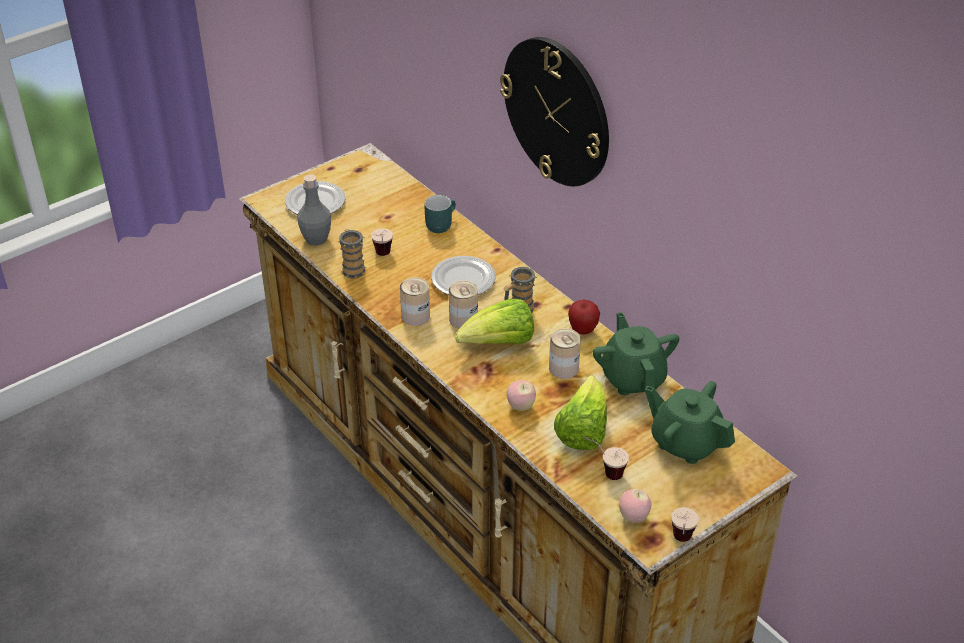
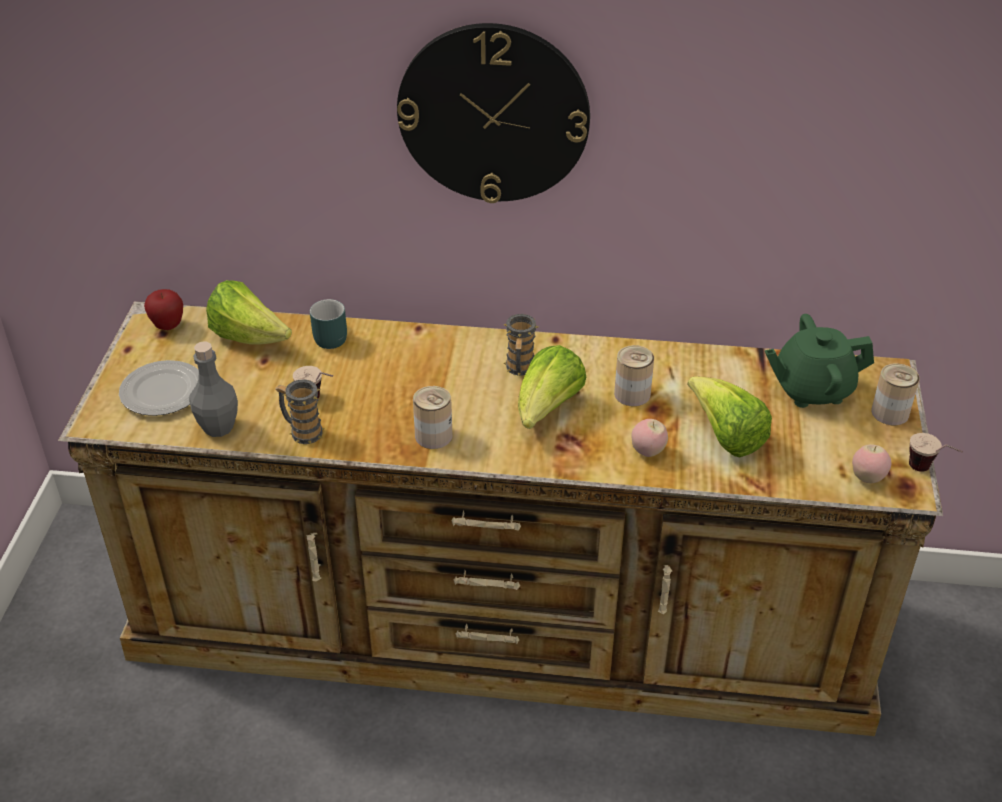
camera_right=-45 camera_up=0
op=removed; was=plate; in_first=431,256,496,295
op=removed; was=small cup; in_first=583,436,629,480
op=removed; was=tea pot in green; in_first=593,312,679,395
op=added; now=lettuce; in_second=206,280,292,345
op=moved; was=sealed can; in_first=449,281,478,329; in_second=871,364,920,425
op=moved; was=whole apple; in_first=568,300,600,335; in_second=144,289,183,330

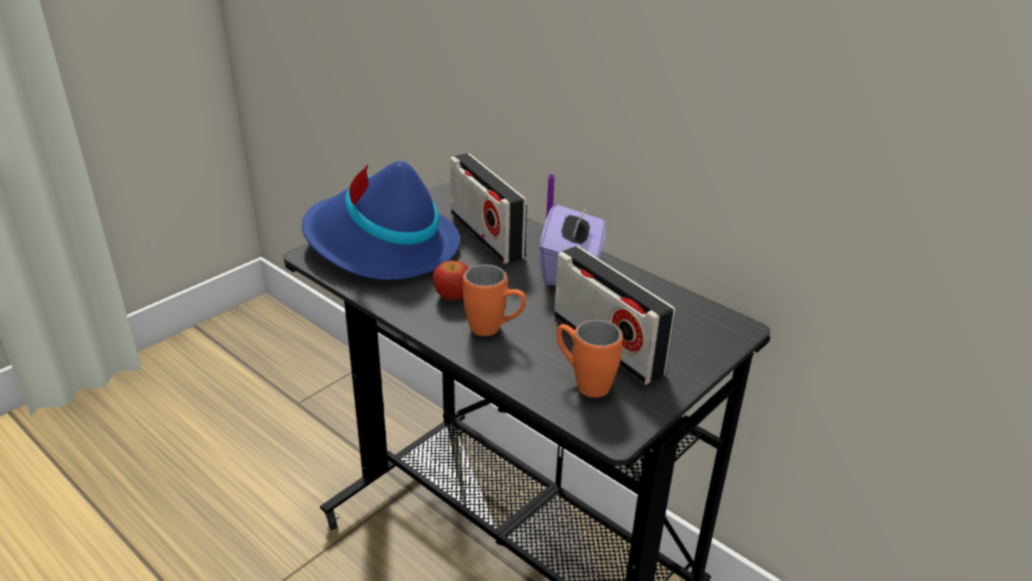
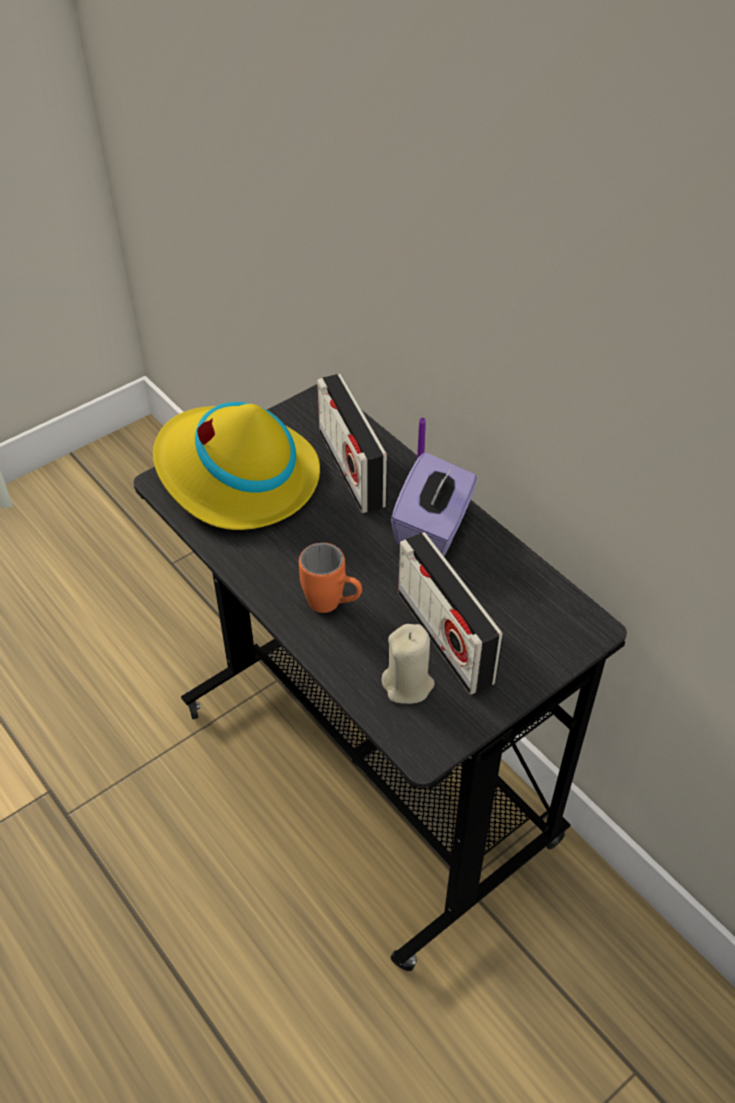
camera_right=10 camera_up=15
op=removed; was=whole apple; in_first=433,261,469,300
op=replaced; was=tea mug in orange-coloured; now=wax candle in beige; in_first=556,319,623,398; in_second=381,624,435,704
op=recoloured; was=wearable hat in blue-coloured; now=wearable hat in yellow; in_first=302,161,459,280; in_second=153,402,320,530

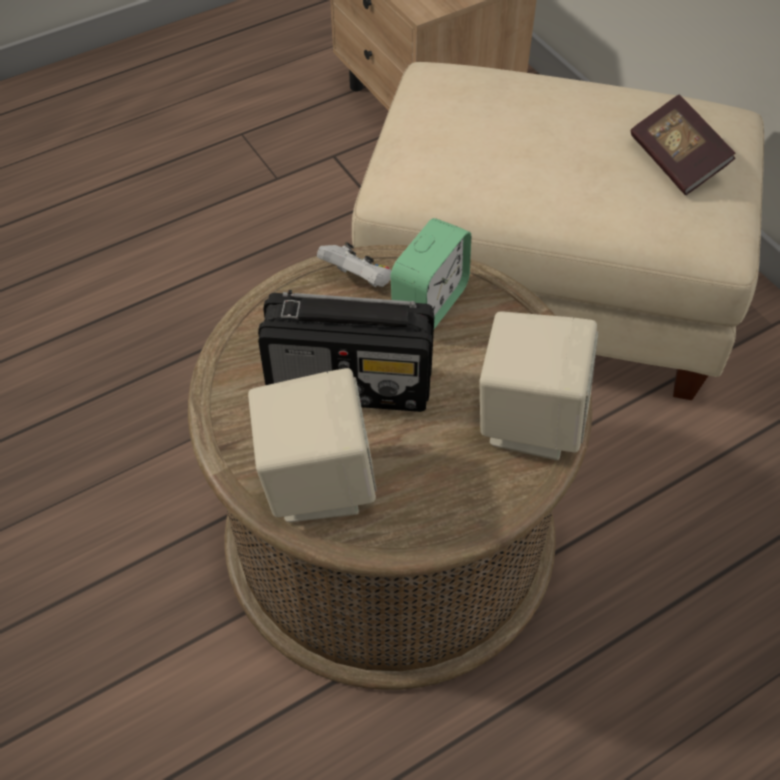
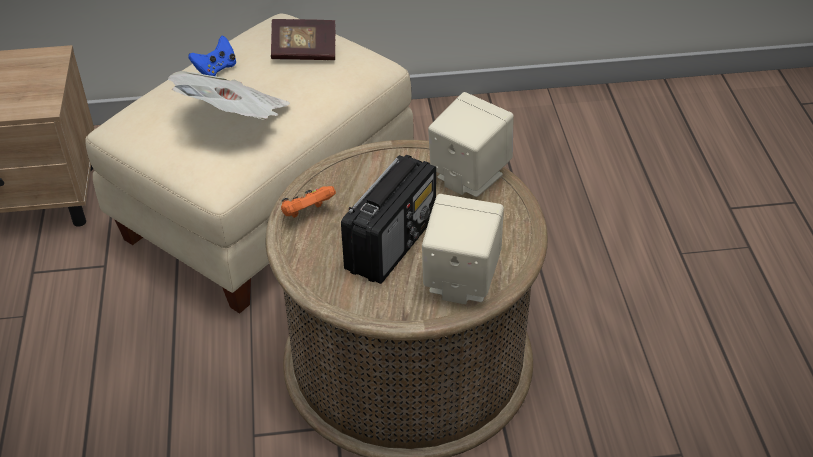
camera_right=-65 camera_up=-10
op=removed; was=bedside clock; in_first=391,218,471,329
op=added; now=newspaper; in_second=168,71,290,119
op=added; now=gamepad in blue-coloured; in_second=188,36,236,76
op=recoloured; was=gamepad in white; now=gamepad in orange-coloured; in_first=317,242,391,287; in_second=281,186,336,218

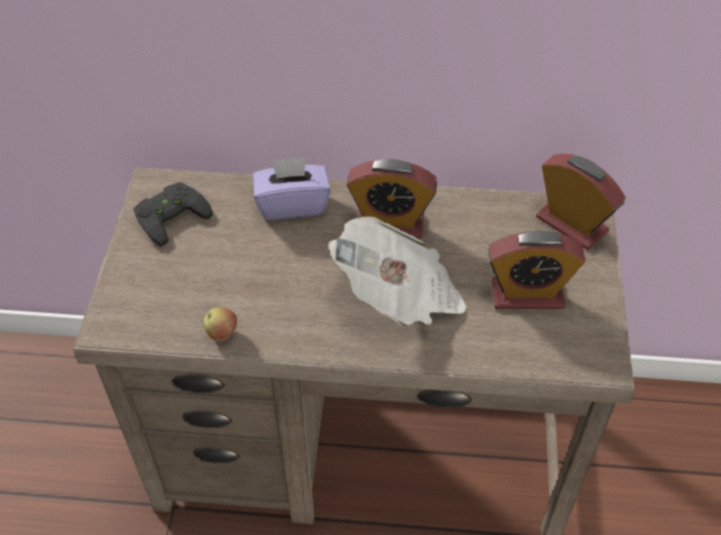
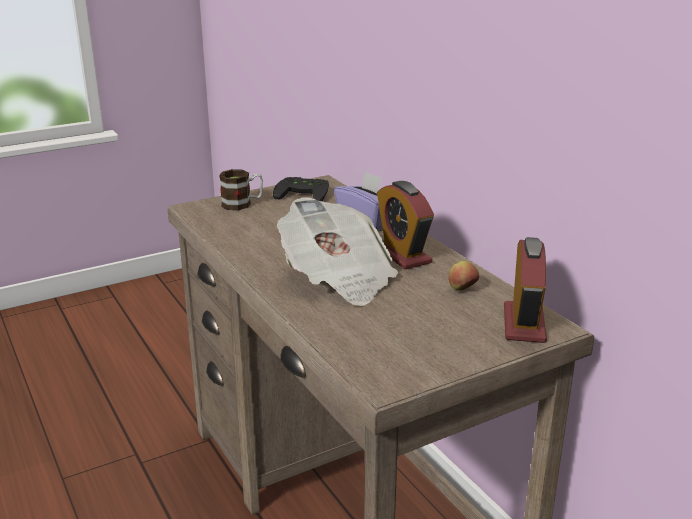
camera_right=55 camera_up=-25
op=removed; was=bedside clock; in_first=488,230,586,309
op=added; now=tea mug; in_second=219,169,263,210
op=moved; was=whole apple; in_first=204,307,237,342; in_second=449,261,479,291

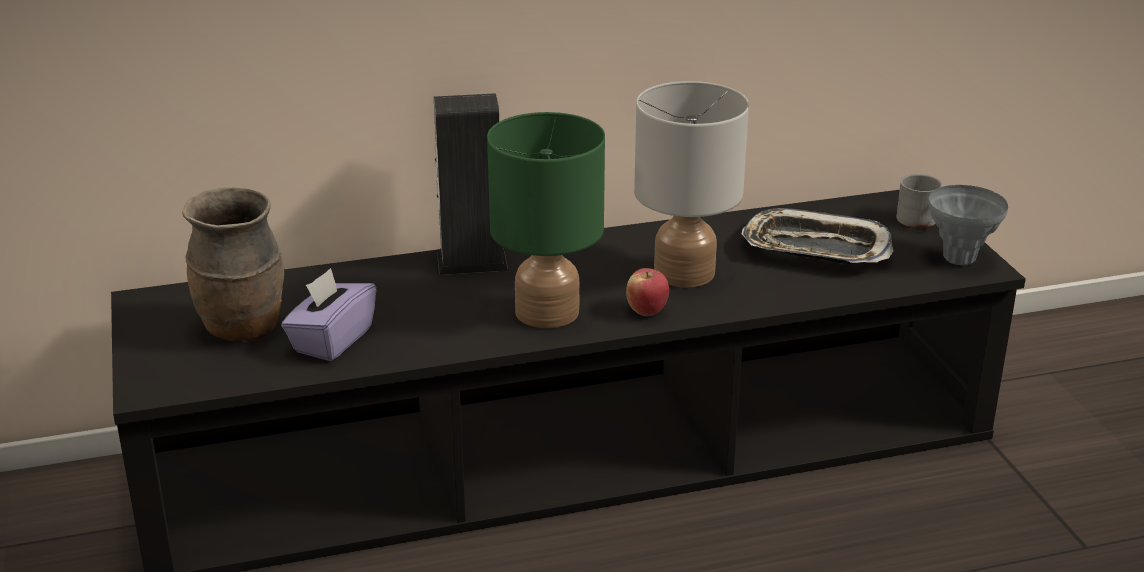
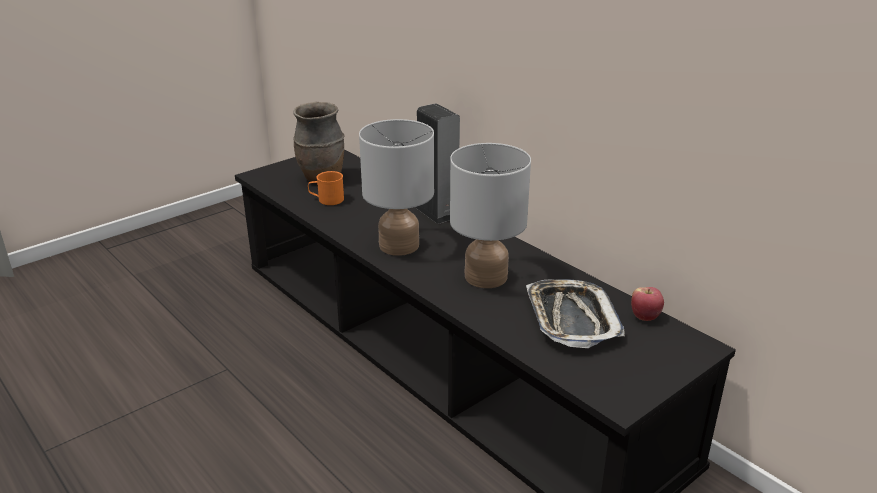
camera_right=65 camera_up=0
op=removed; was=tea mug in greyish; in_first=897,174,943,228
op=removed; was=decorative vase in greyish; in_first=928,185,1008,265
op=moved; was=whole apple; in_first=626,268,669,316; in_second=631,287,664,321
op=replaced; was=tissue box in purple-coloured; now=tea mug in orange-coloured; in_first=281,268,376,361; in_second=308,171,344,205
op=recoloured; was=tabletop lamp in green; now=tabletop lamp in greyish; in_first=487,112,605,328; in_second=359,119,434,256

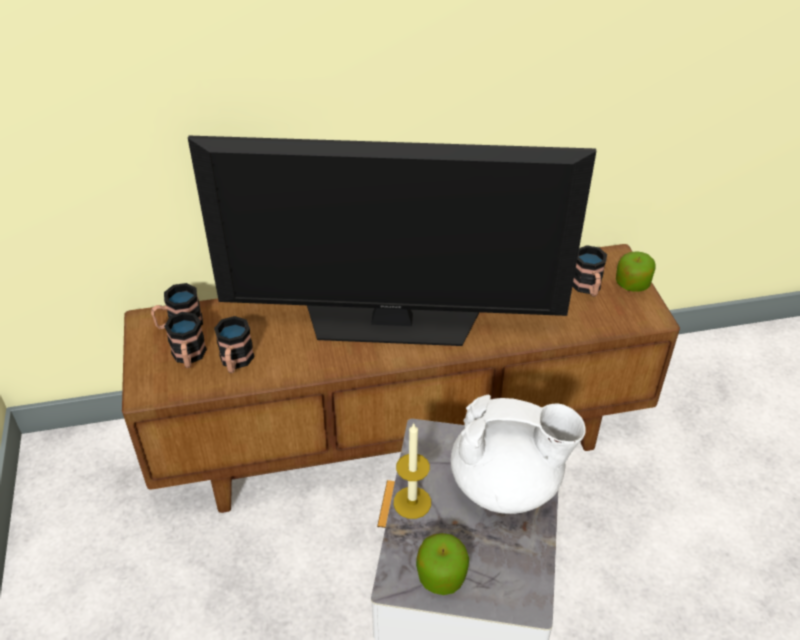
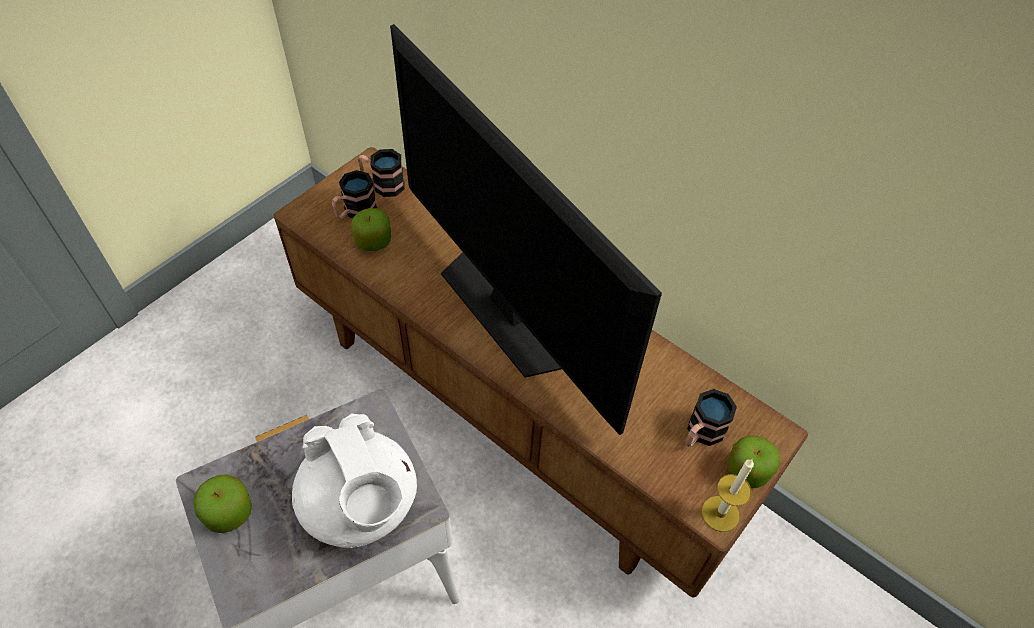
camera_right=50 camera_up=10
op=moved; was=wax candle; in_first=394,423,431,519; in_second=702,459,754,532
op=replaced; was=tea mug; now=whole apple; in_first=214,316,255,373; in_second=351,208,391,251

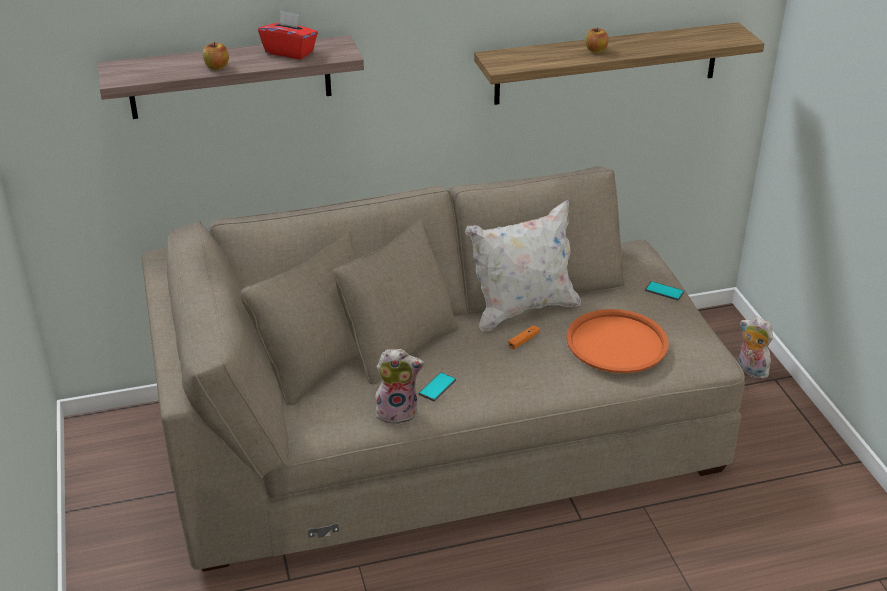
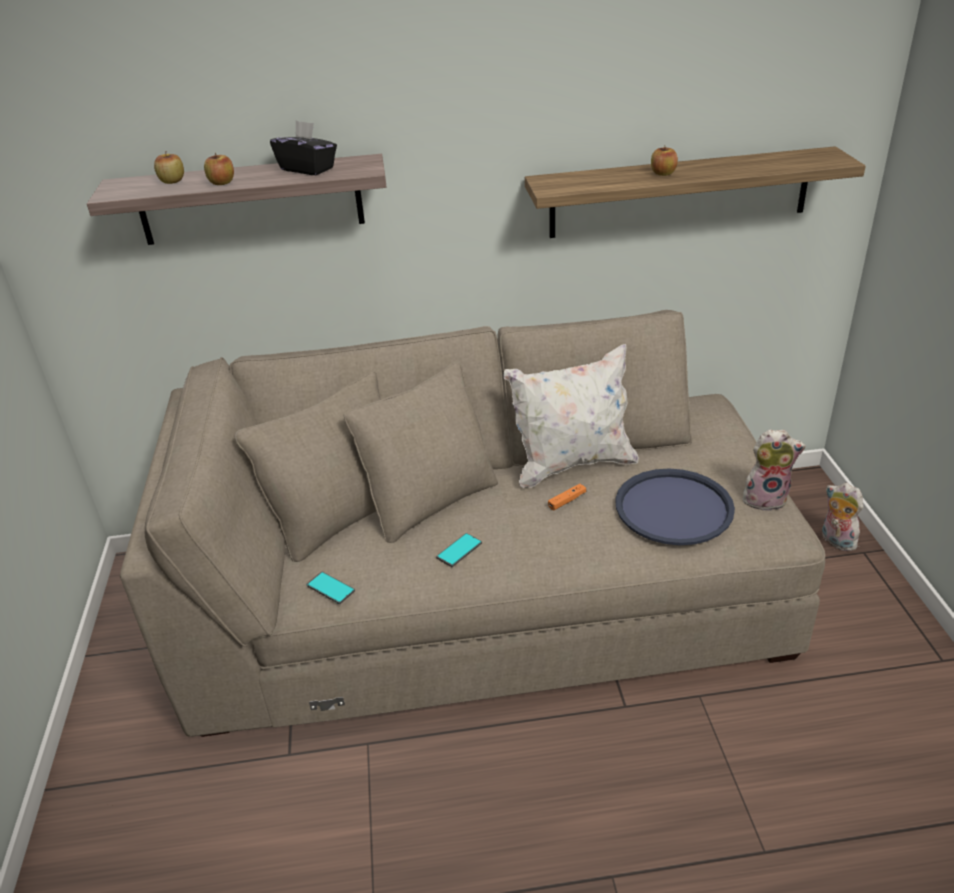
camera_right=10 camera_up=0
op=added; now=whole apple; in_second=154,152,184,184
op=moved; was=cuddly toy; in_first=375,349,424,424; in_second=743,429,806,511
op=moved; was=telephone; in_first=645,281,684,301; in_second=306,572,355,604
op=recoloured; was=tissue box in red-coloured; now=tissue box in blackish; in_first=258,11,318,60; in_second=270,120,337,175
op=recoloured; was=serving tray in orange-coloured; now=serving tray in blue-coloured; in_first=566,309,669,373; in_second=615,469,735,545

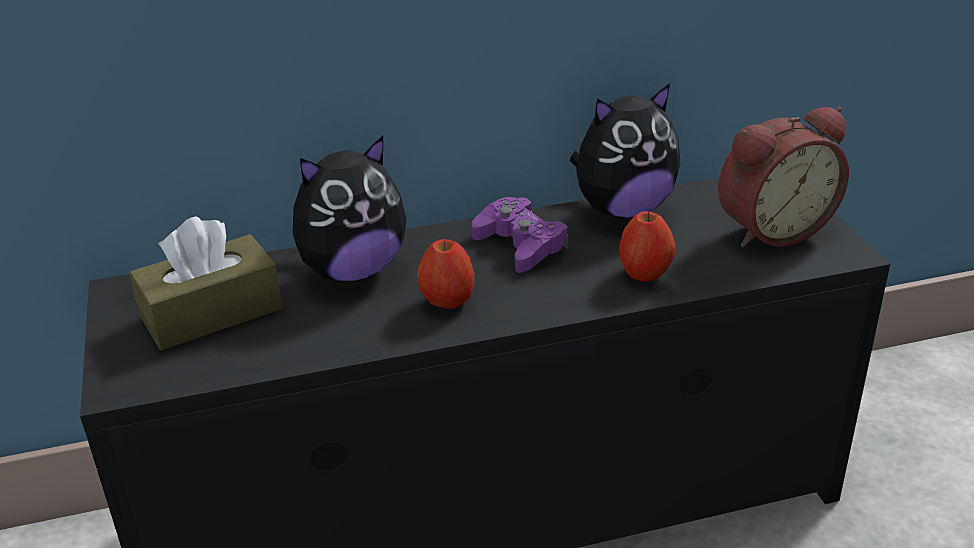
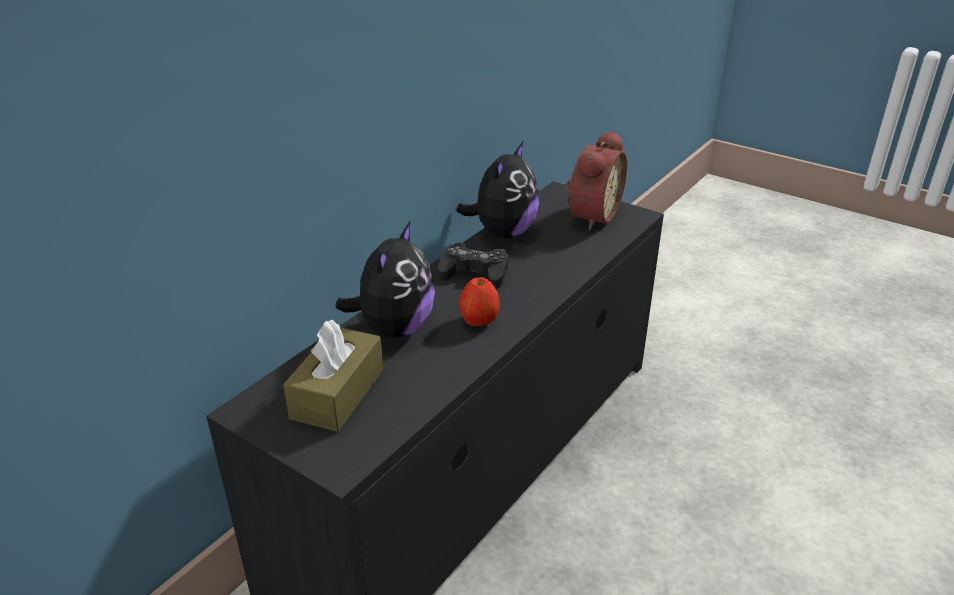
camera_right=-40 camera_up=0
op=removed; was=whole apple; in_first=619,211,676,282
op=recoloured; was=gamepad in purple-coloured; now=gamepad in blackish; in_first=472,197,568,273; in_second=438,242,508,289

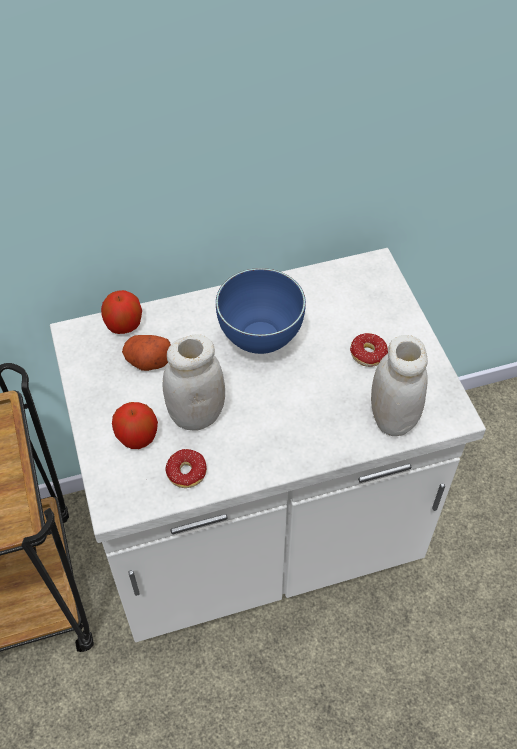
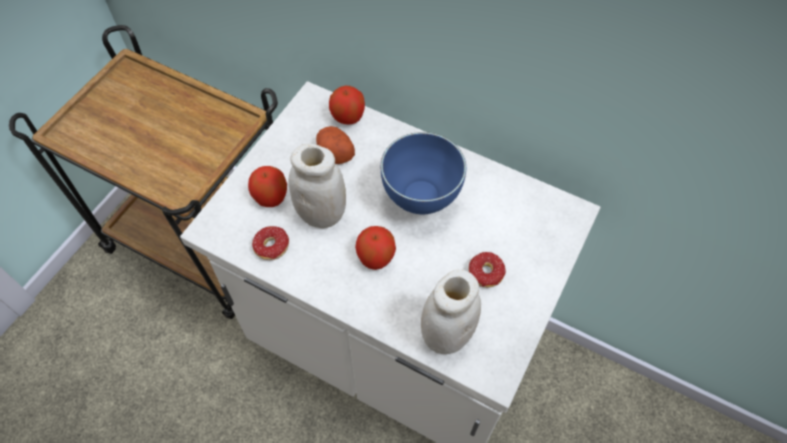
camera_right=45 camera_up=5
op=added; now=whole apple; in_second=355,226,396,270

